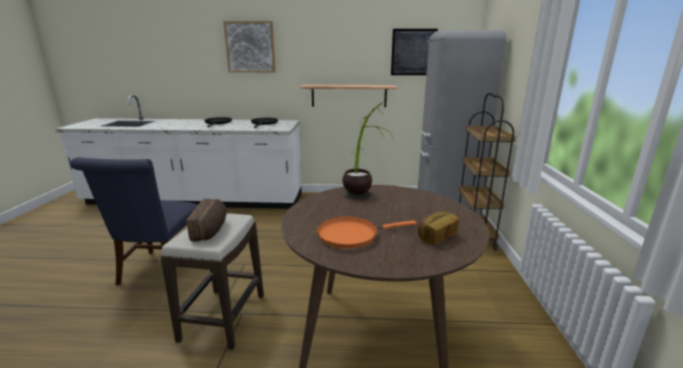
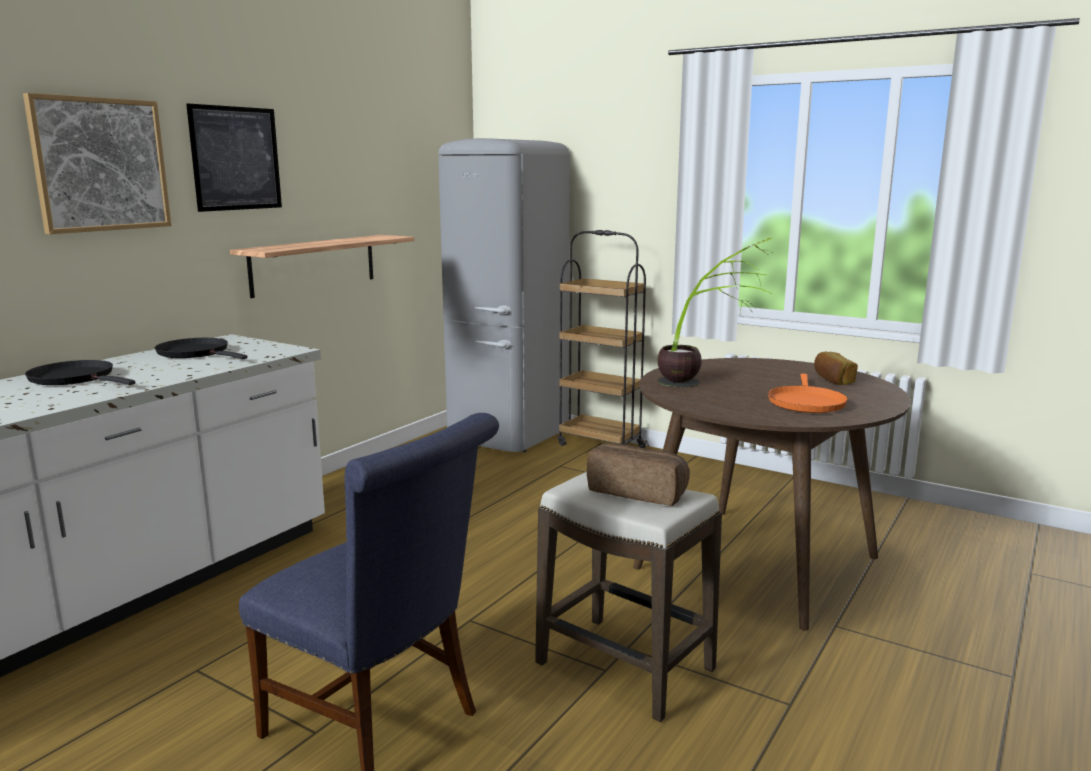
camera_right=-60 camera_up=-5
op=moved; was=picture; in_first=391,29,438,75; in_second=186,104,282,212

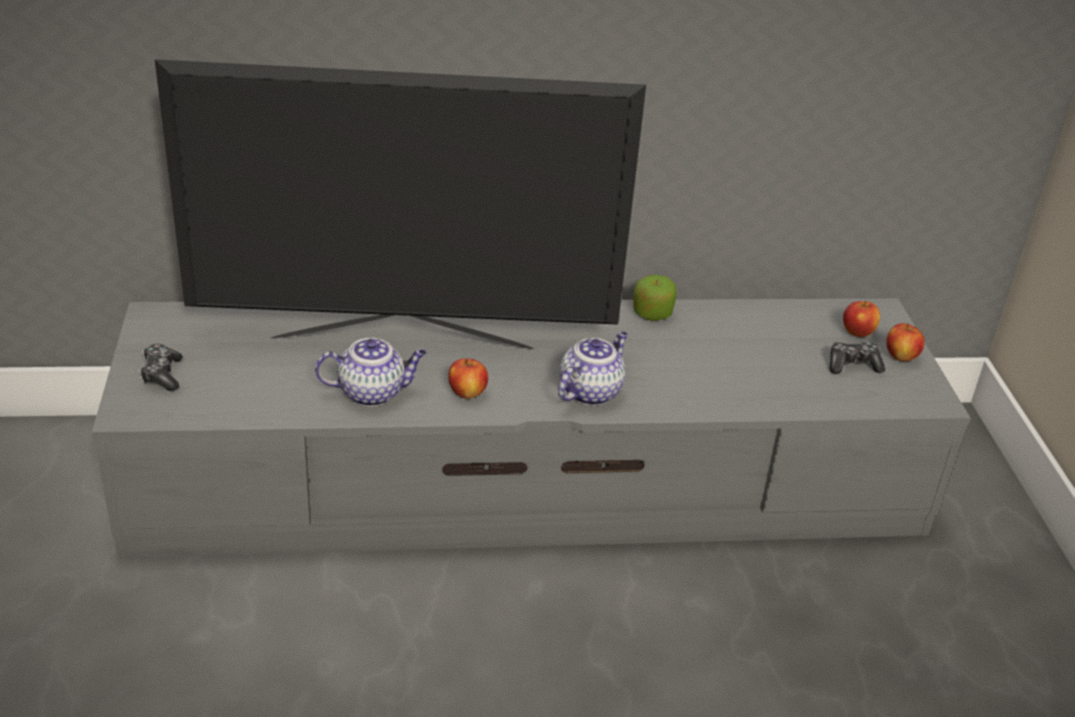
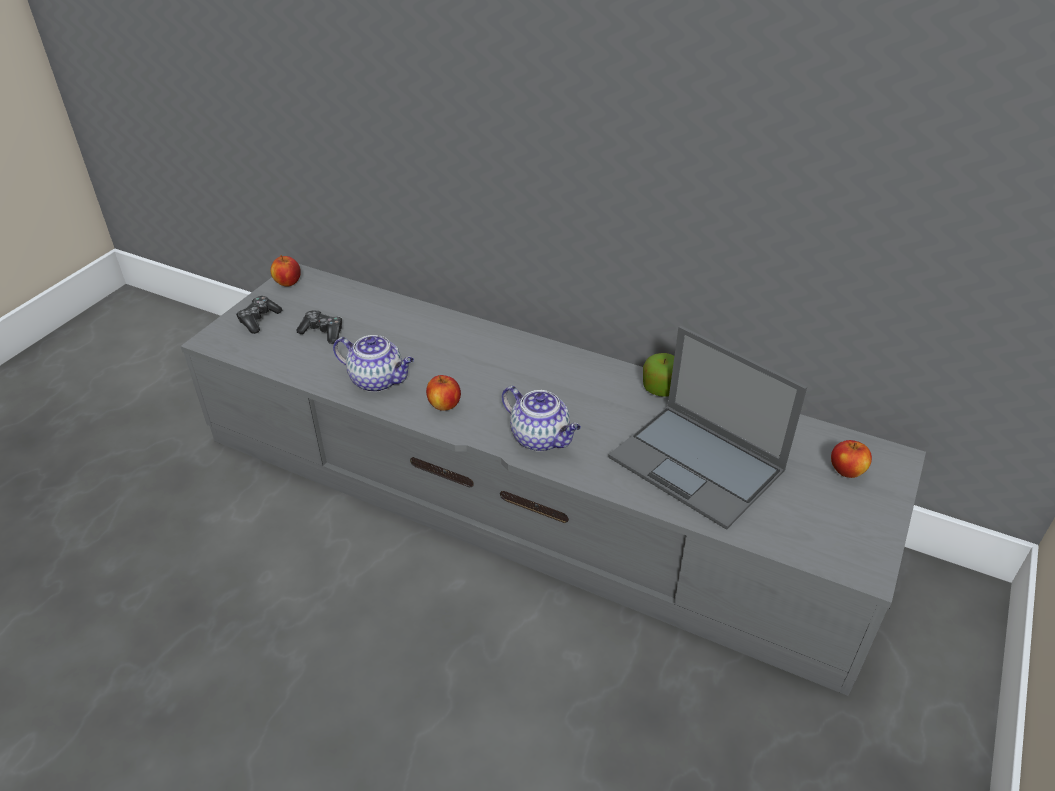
camera_right=35 camera_up=5
op=removed; was=TV set; in_first=155,59,646,349
op=added; now=laptop; in_second=608,326,807,530
op=moved; was=gamepad; in_first=830,341,885,374; in_second=297,310,342,344
op=moved; was=whole apple; in_first=886,323,925,361; in_second=271,255,301,287
op=turned; was=tea pot; in_first=558,331,628,406; in_second=502,386,581,451; clockwise=60

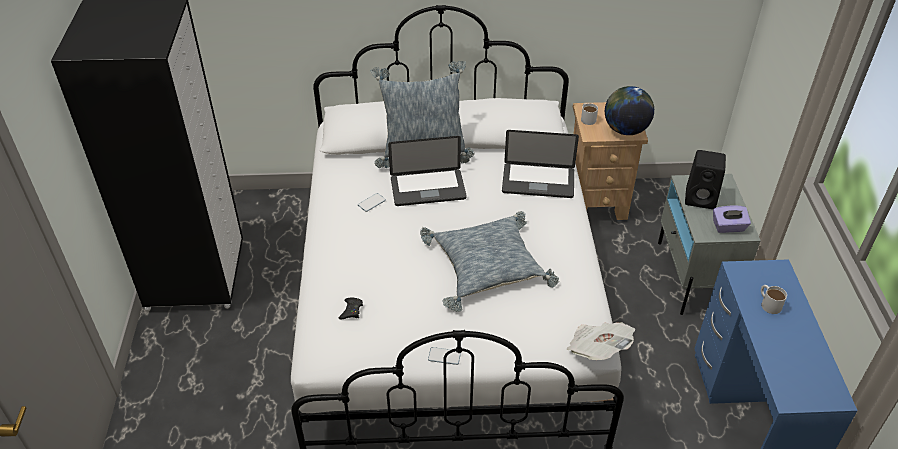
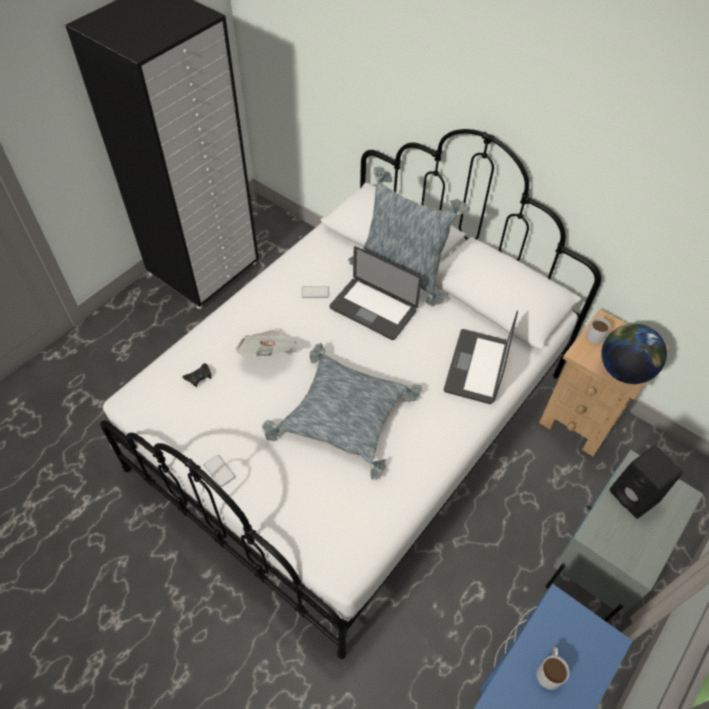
camera_right=40 camera_up=10
op=removed; was=tissue box in purple-coloured; in_first=713,206,751,233
op=moved; was=newspaper; in_first=566,322,635,360; in_second=236,328,296,358
op=turned; was=laptop; in_first=502,130,579,198; in_second=444,311,518,404; clockwise=60

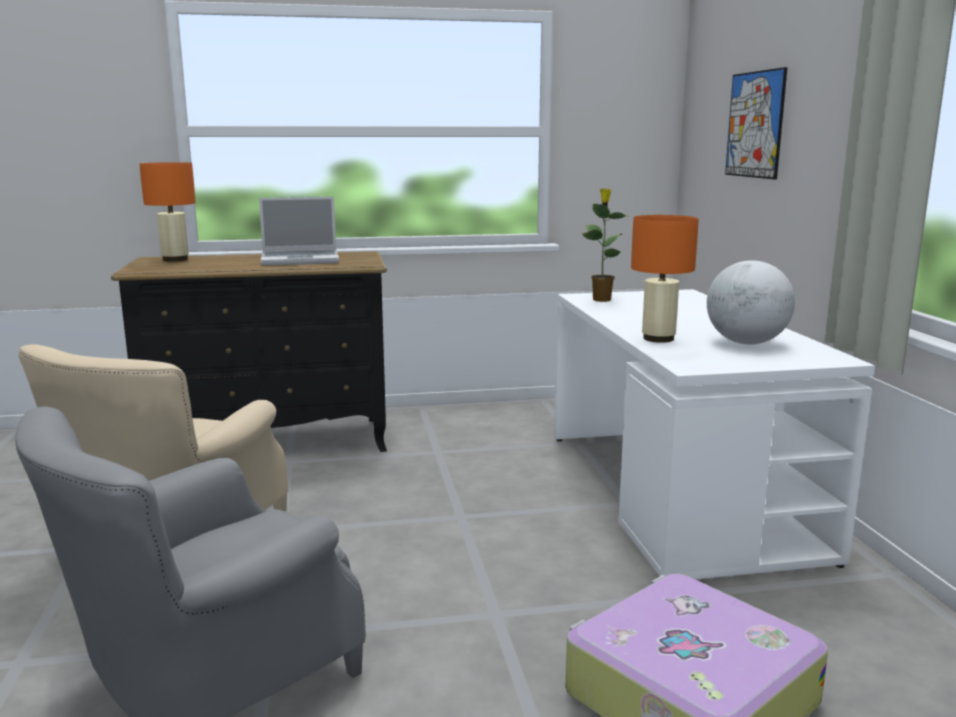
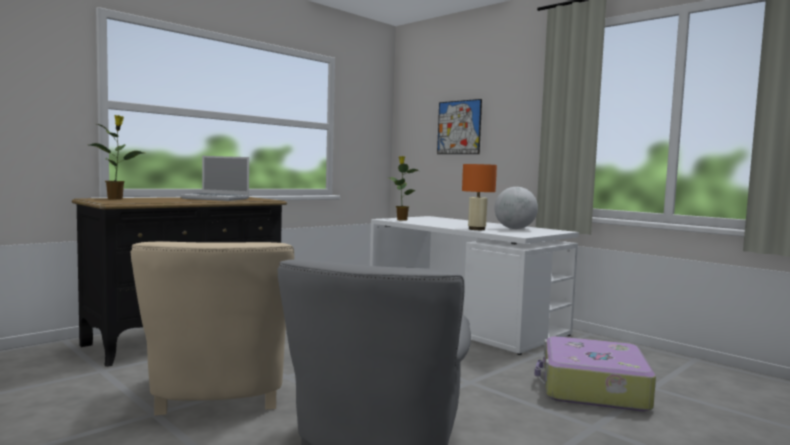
camera_right=-35 camera_up=-10
op=replaced; was=tabletop lamp in orange-coloured; now=plant in a pot; in_first=140,162,196,262; in_second=89,115,144,200
op=turned; was=laptop; in_first=259,197,339,265; in_second=180,156,249,201; clockwise=60

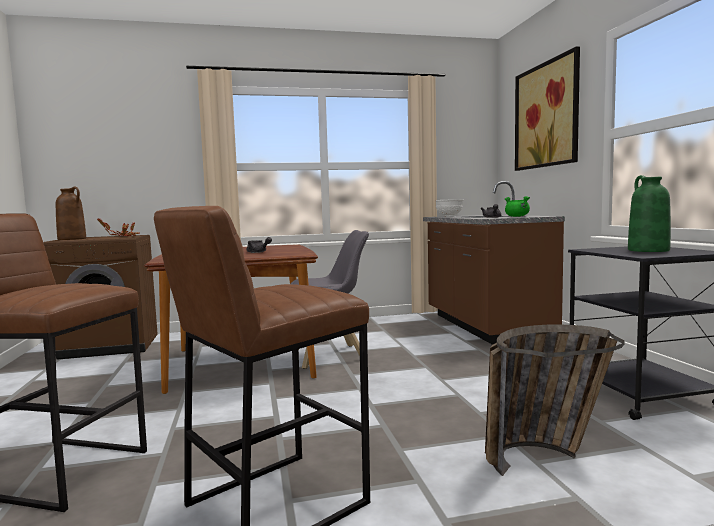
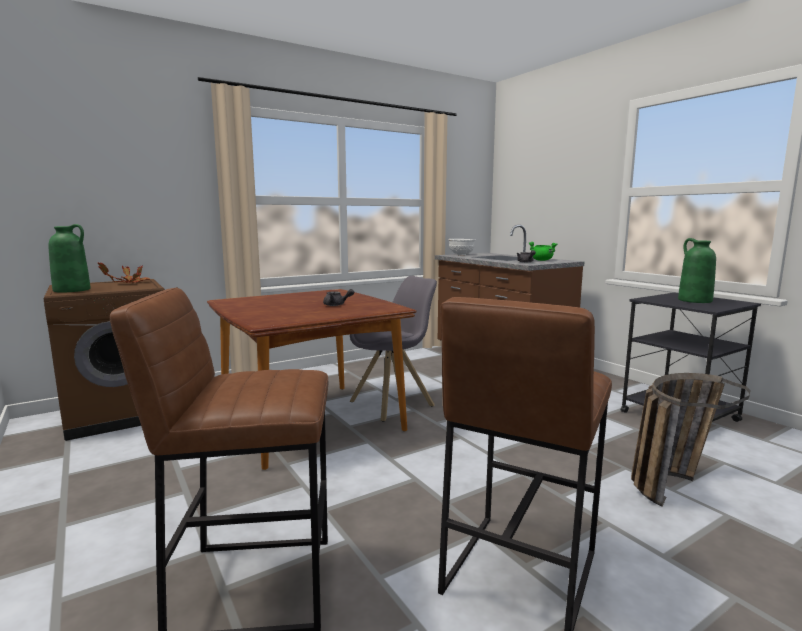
camera_right=-20 camera_up=5
op=removed; was=picture; in_first=515,46,580,171
op=recoloured; was=decorative vase in brown; now=decorative vase in green; in_first=56,186,86,240; in_second=49,224,91,293

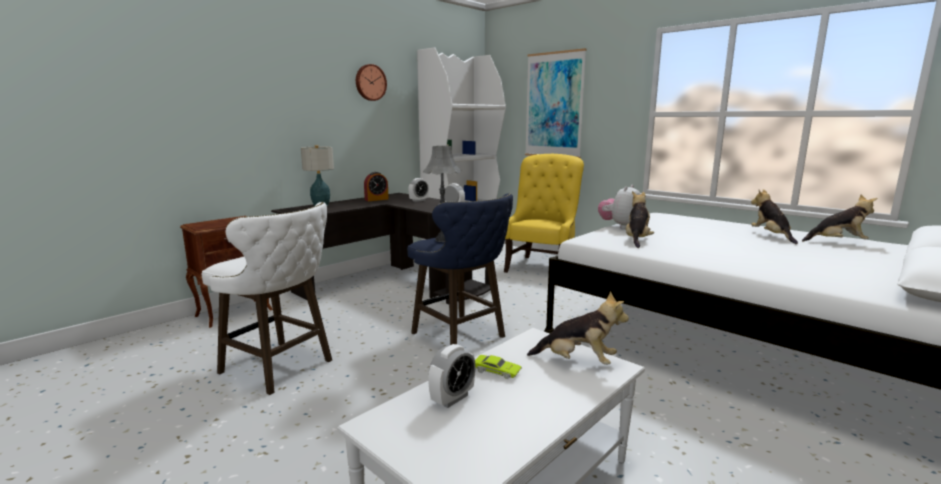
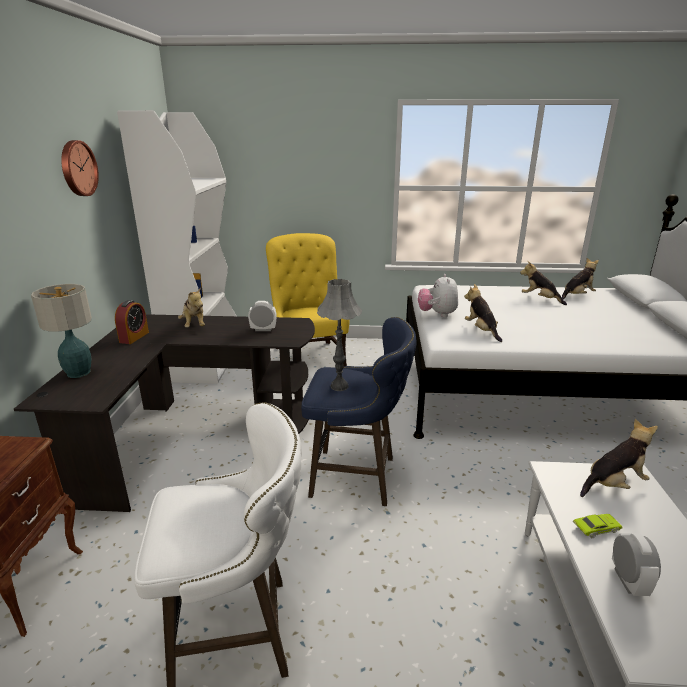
camera_right=-40 camera_up=10
op=removed; was=picture; in_first=525,48,587,159
op=replaced; was=bedside clock; now=cuddly toy; in_first=408,178,429,202; in_second=178,287,205,327

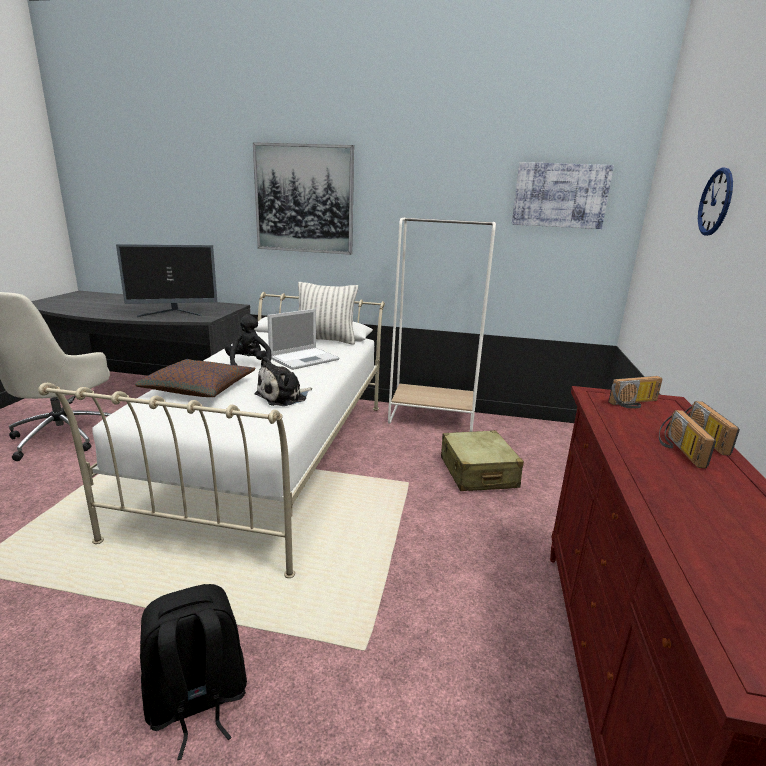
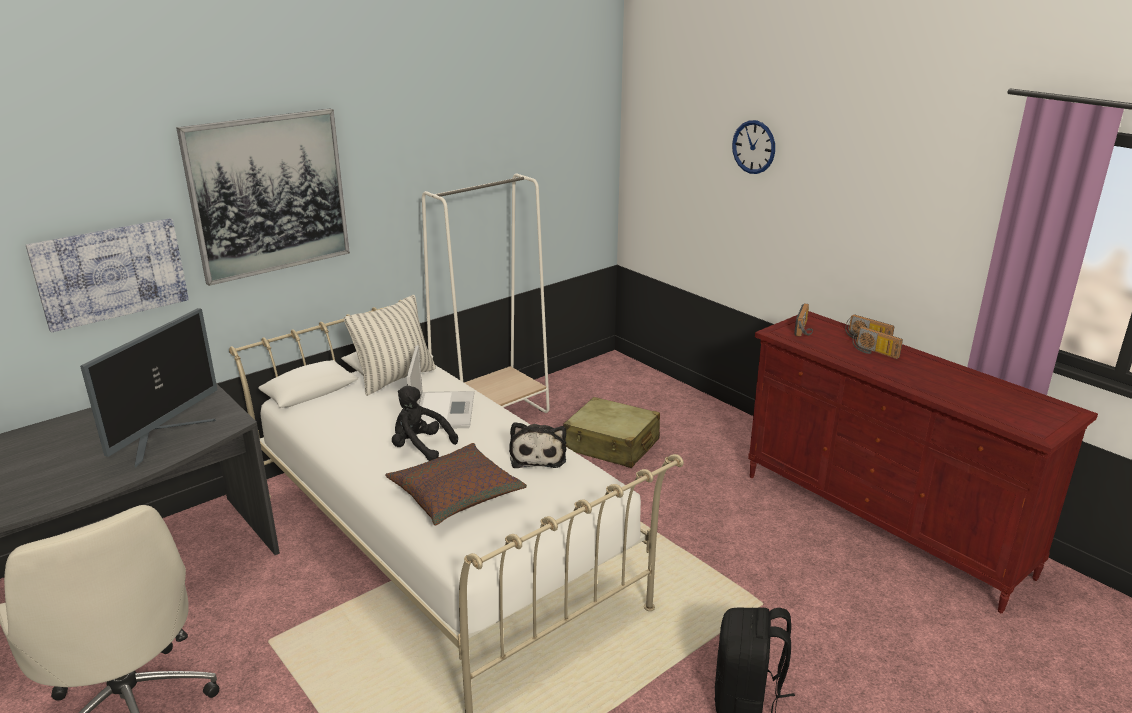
camera_right=-50 camera_up=5
op=moved; was=picture; in_first=512,162,614,229; in_second=26,218,189,332

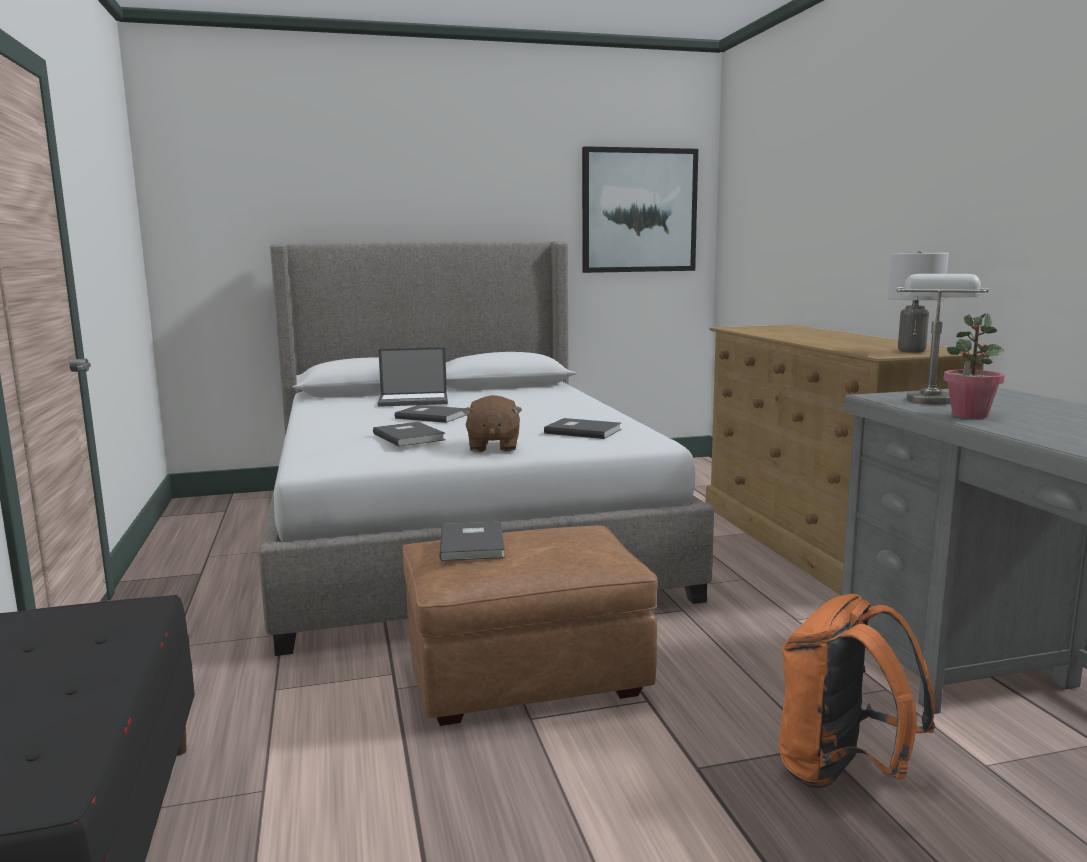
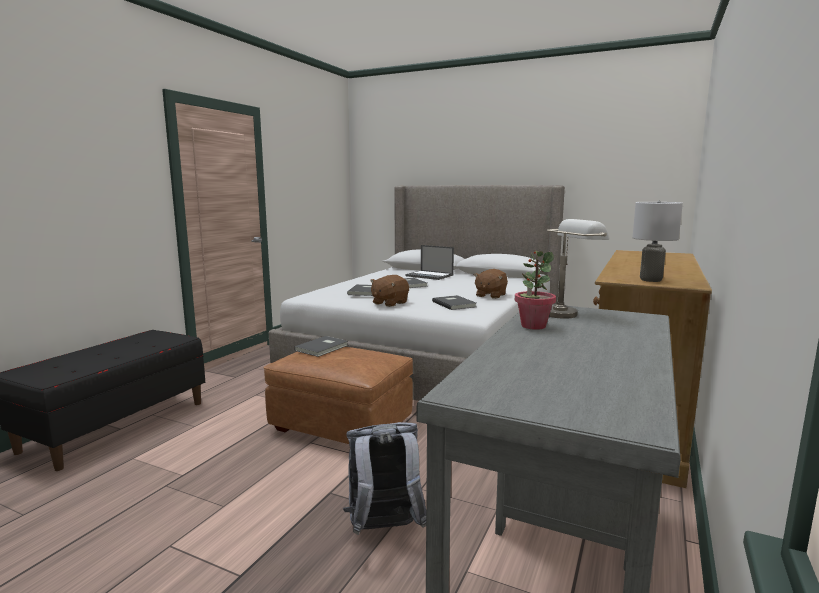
camera_right=40 camera_up=0
op=removed; was=picture; in_first=582,146,698,273
op=added; now=cuddly toy in brown; in_second=474,269,508,299
op=recoloured; was=rucksack in orange-coloured; now=rucksack in greyish; in_first=779,594,935,789; in_second=343,422,426,535

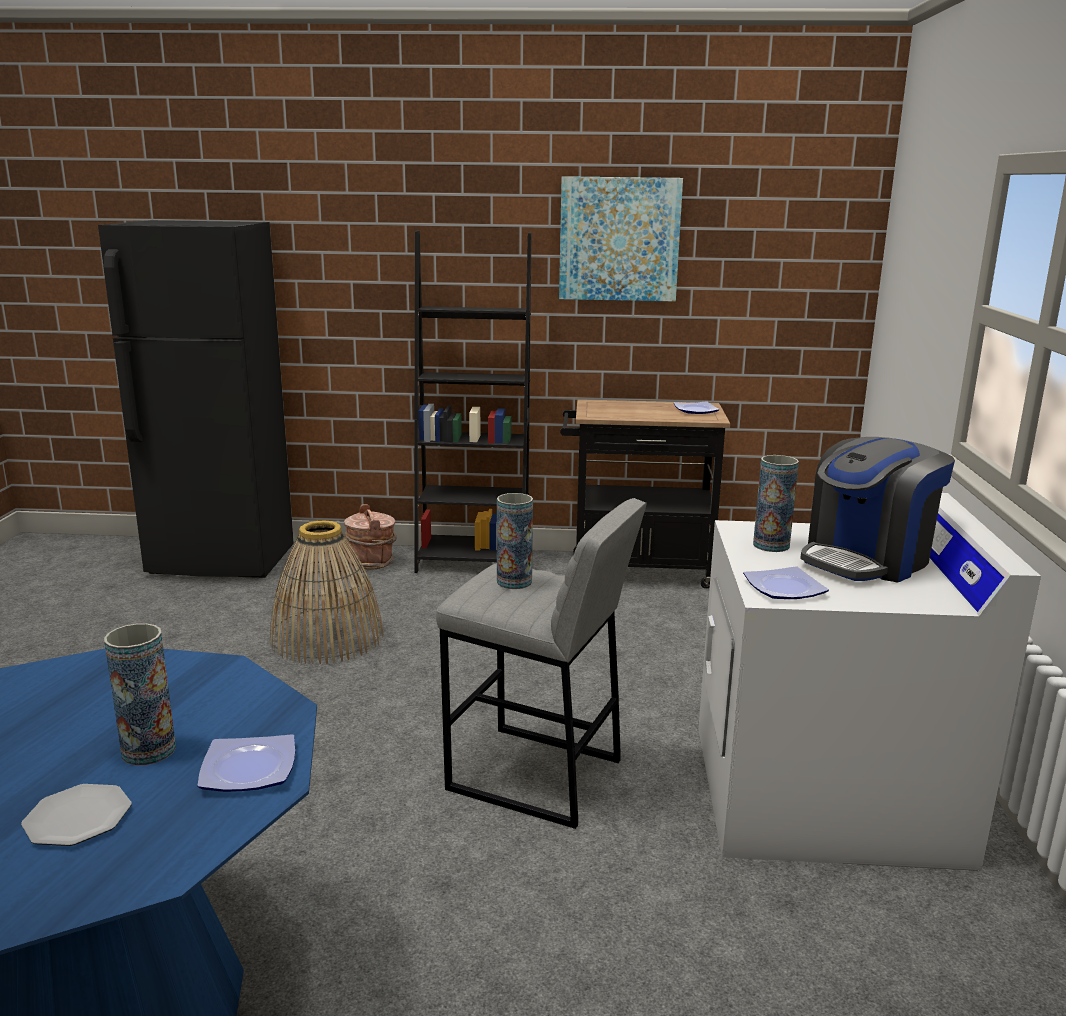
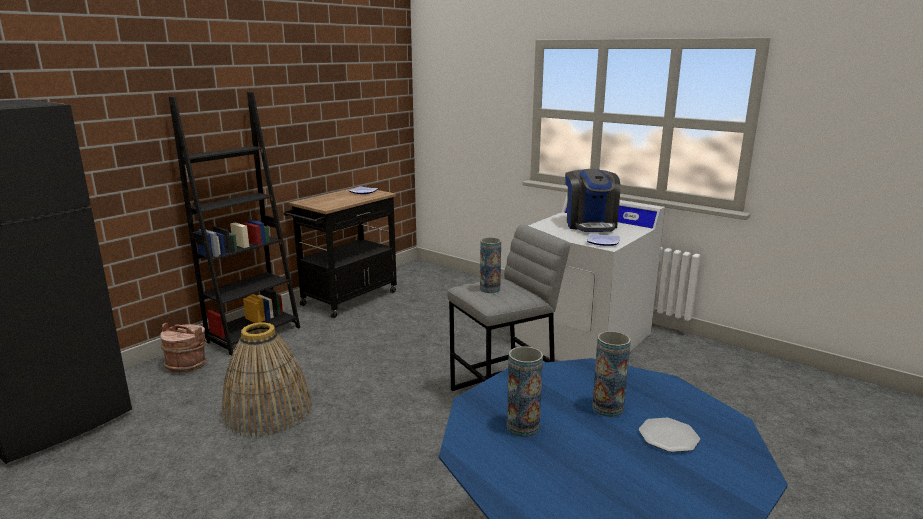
camera_right=-55 camera_up=0
op=removed; was=plate; in_first=198,734,295,792
op=removed; was=picture; in_first=559,176,683,301
op=moved; was=decorative vase; in_first=753,455,799,552; in_second=507,346,543,437

